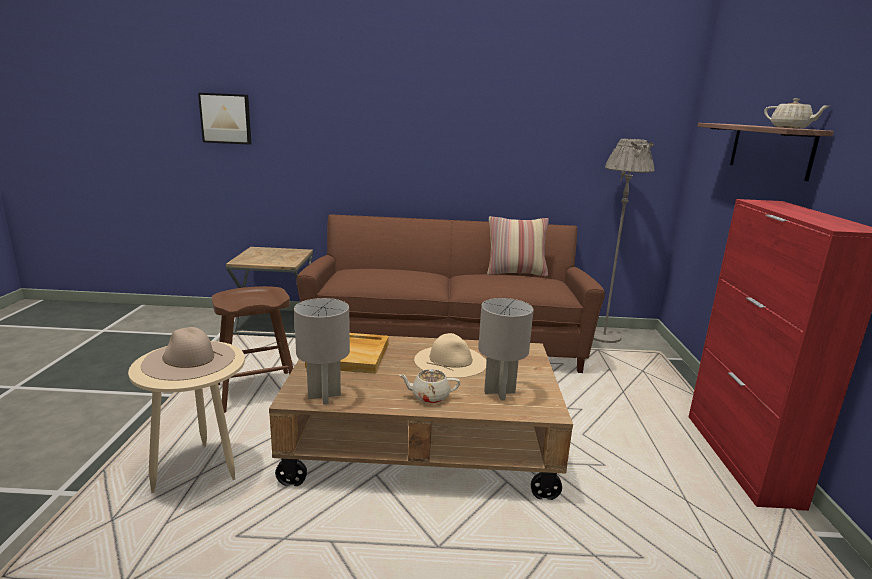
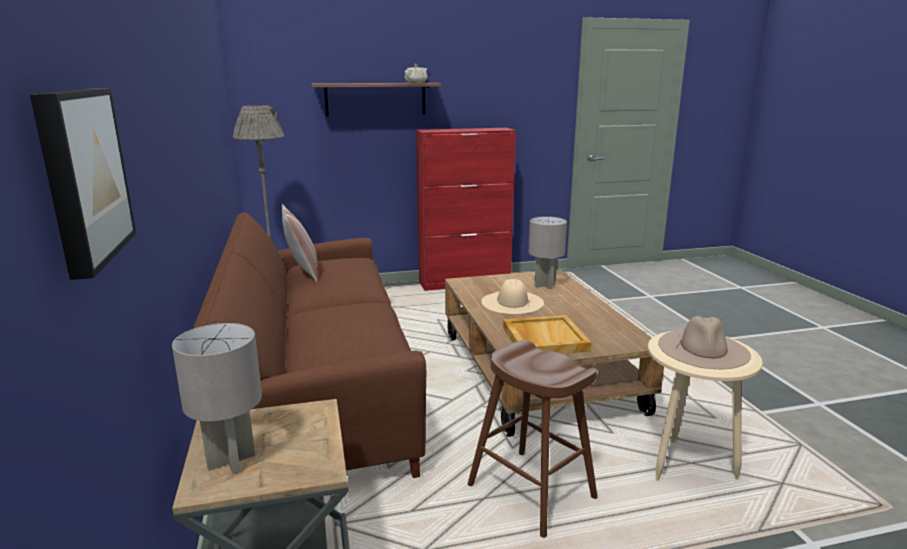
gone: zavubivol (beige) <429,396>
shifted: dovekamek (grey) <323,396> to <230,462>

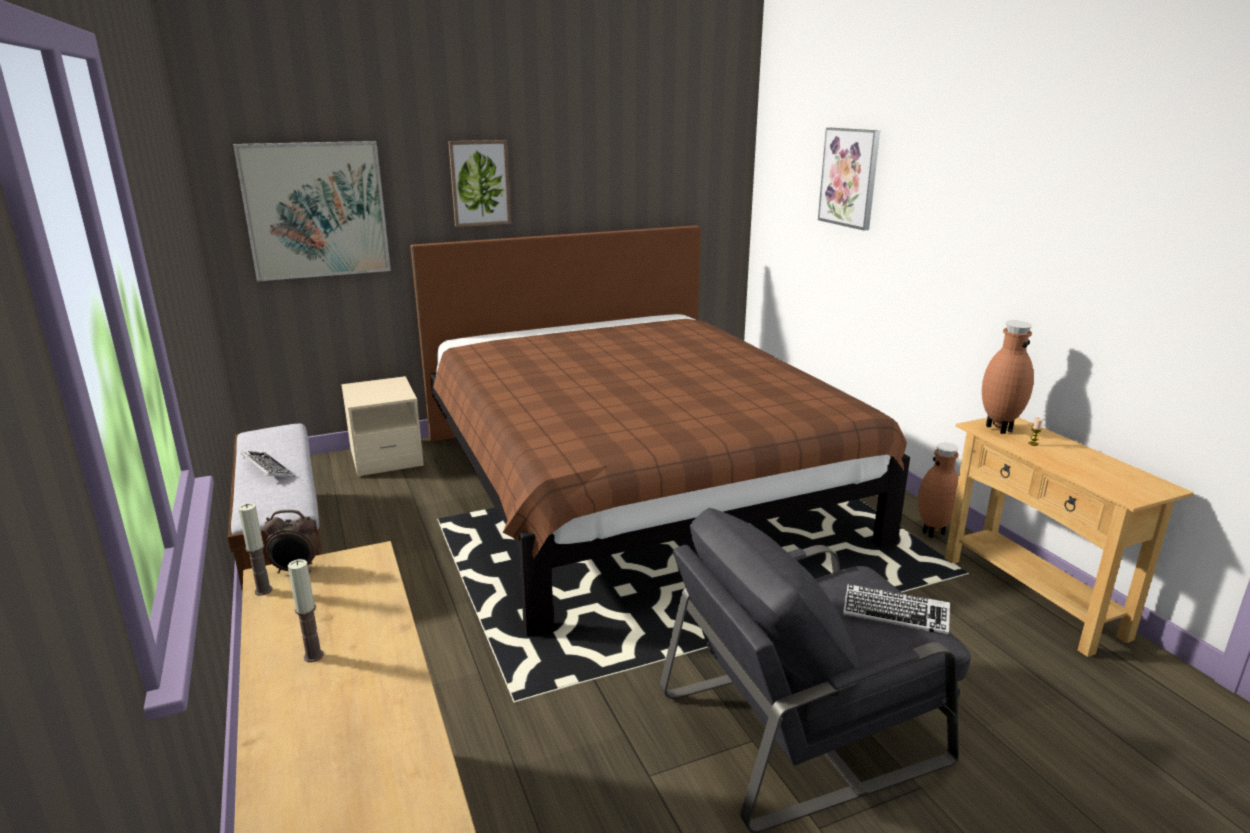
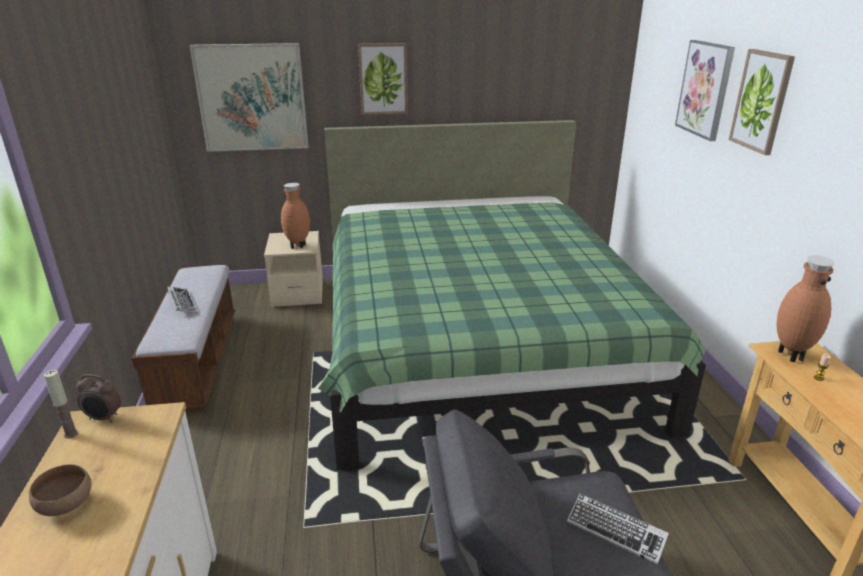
new: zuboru <761,101>
shifted: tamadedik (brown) <934,532> to <298,246>
swapped: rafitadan <313,656> to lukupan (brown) <67,505>
repainted: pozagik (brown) <632,485> to pozagik (green) <475,343>

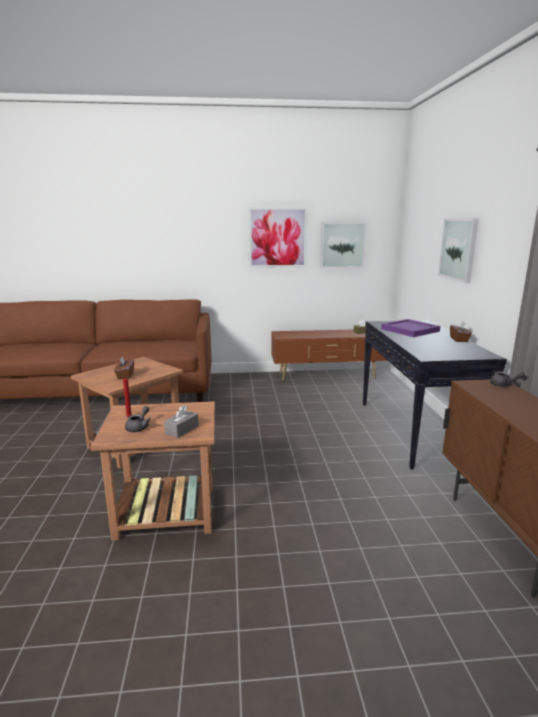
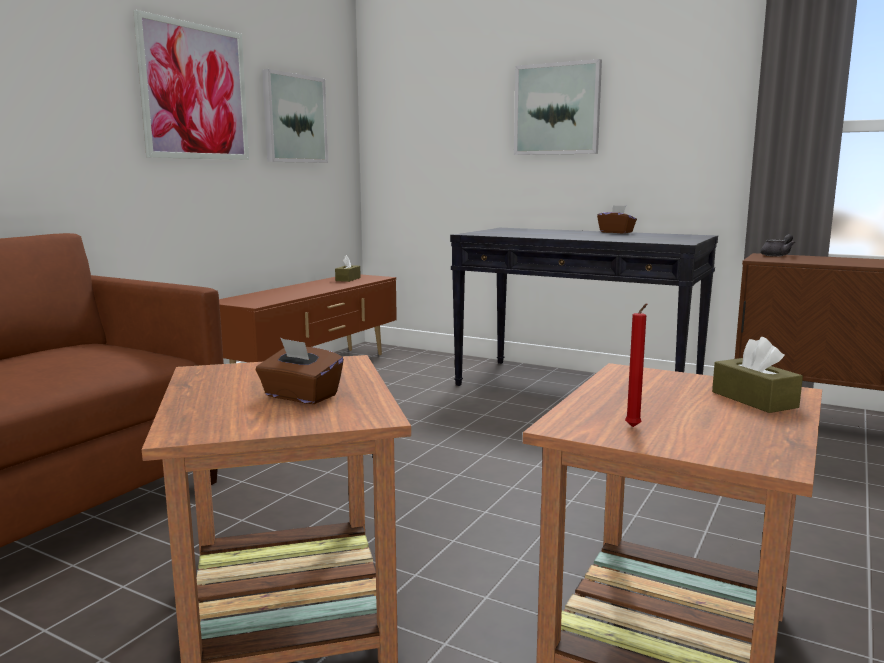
gone: zavubivol (grey) <139,427>; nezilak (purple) <410,330>
repainted: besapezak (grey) <182,430> to besapezak (brown) <754,399>

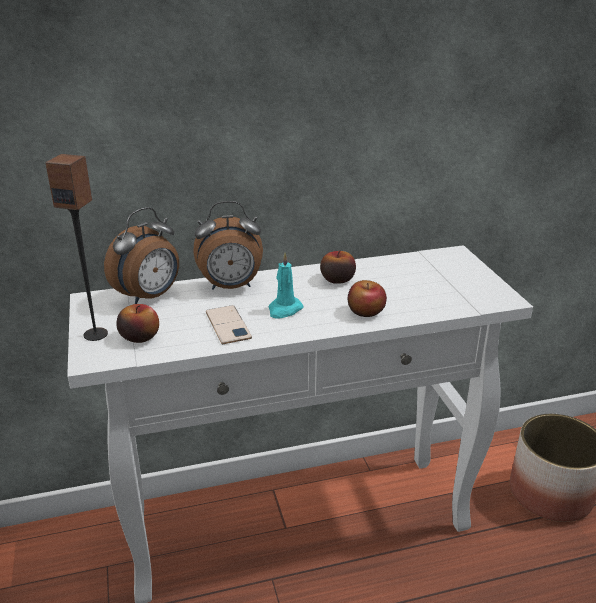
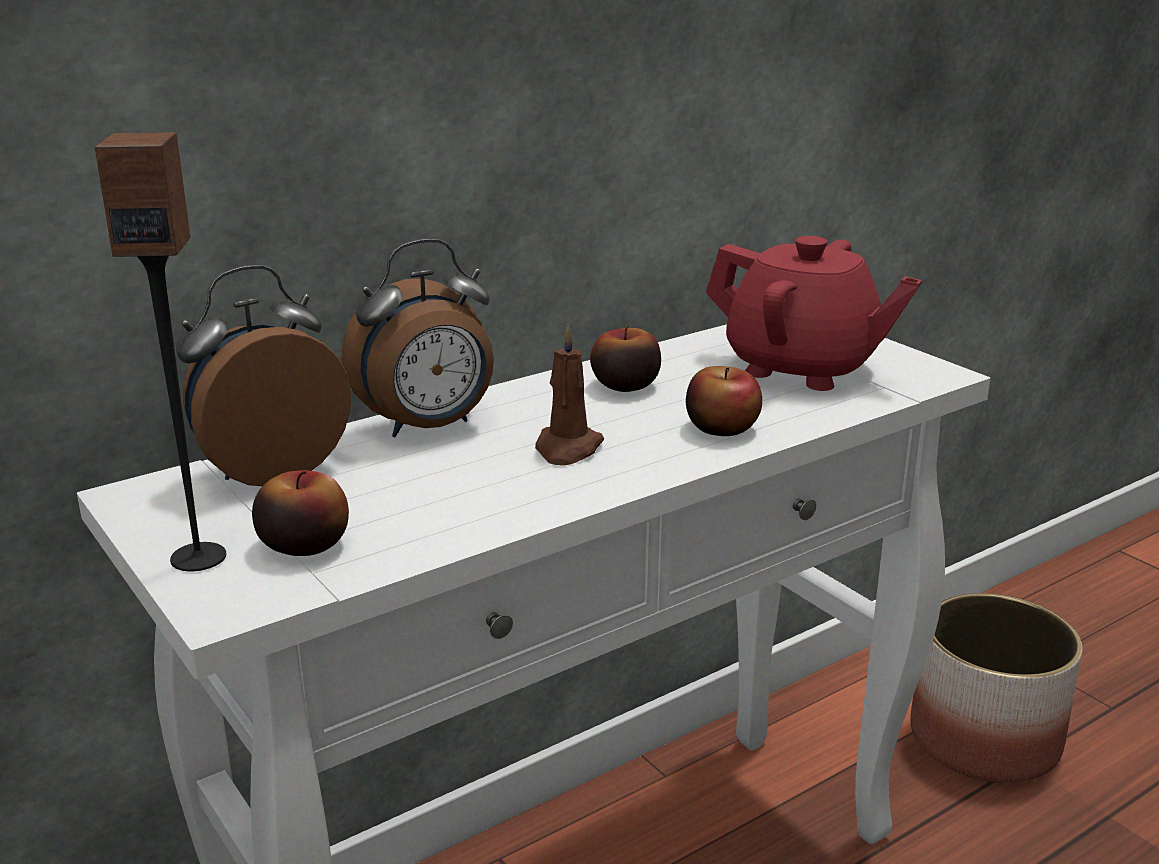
gone: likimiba <228,325>
new: zavubivol (red) <802,368>
repainted: rafitadan (turquoise) <284,310> to rafitadan (brown) <567,449>
rotated: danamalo <149,297> = <268,470> 150 degrees counterclockwise

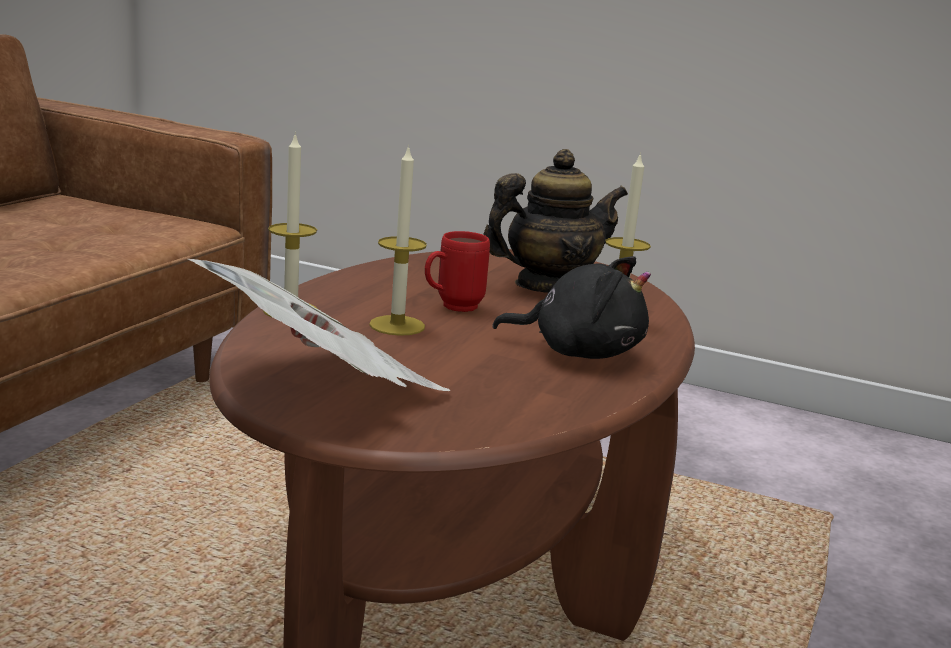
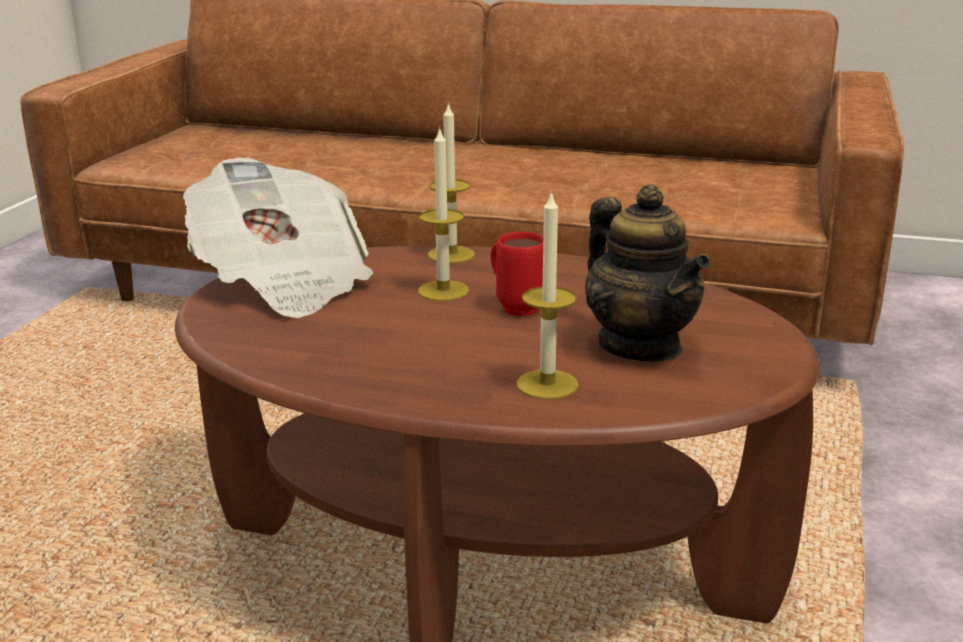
gone: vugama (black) <579,352>

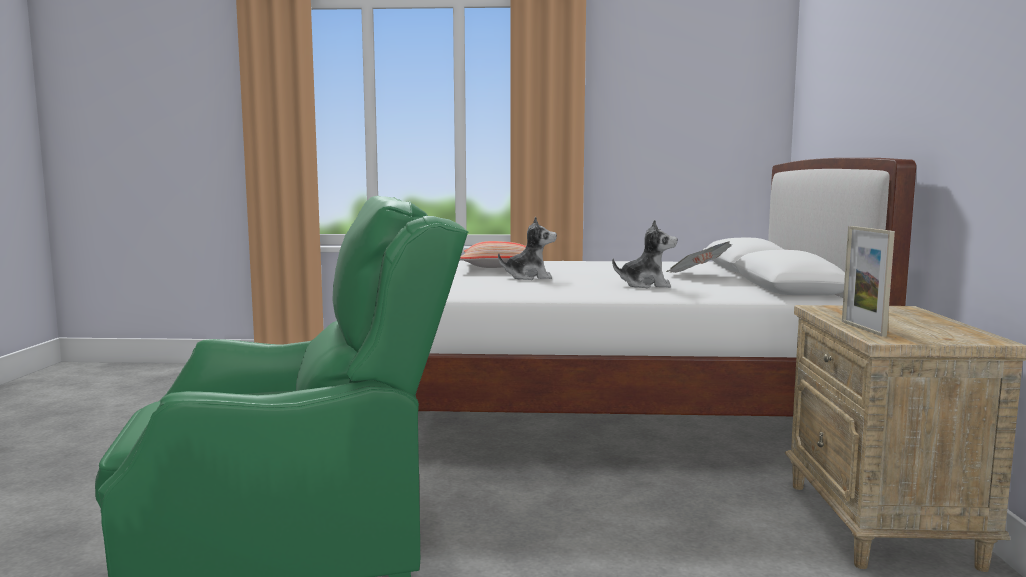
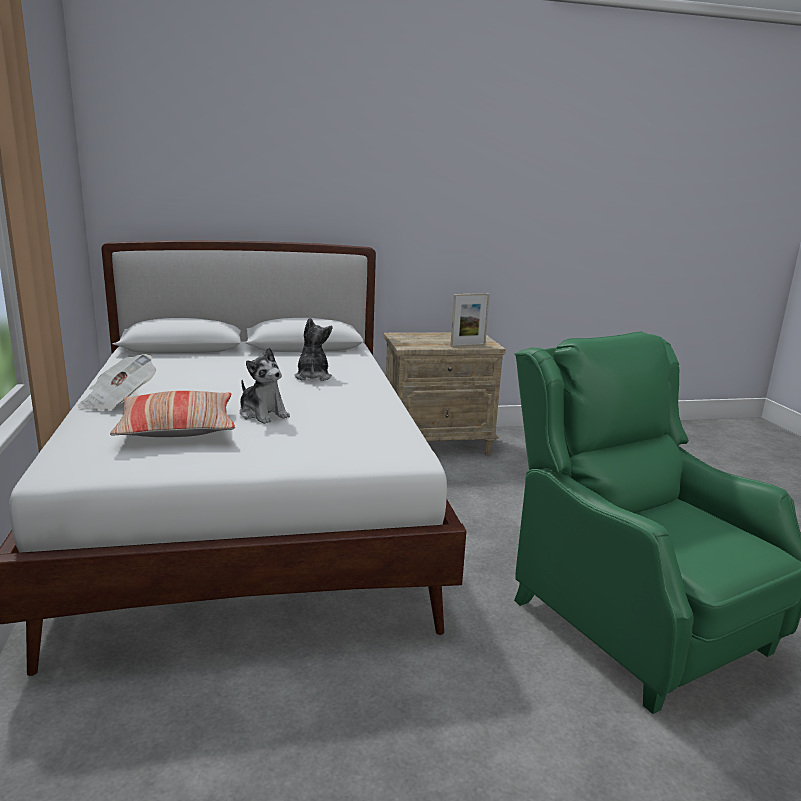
shifted: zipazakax <697,275> to <119,402>
rotated: vugama <529,277> = <263,414> 150 degrees clockwise

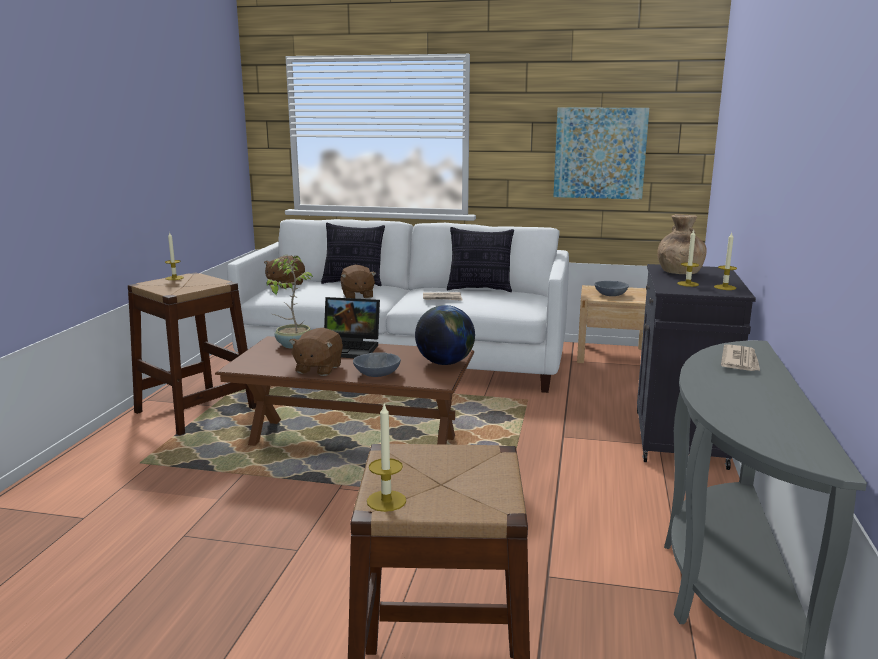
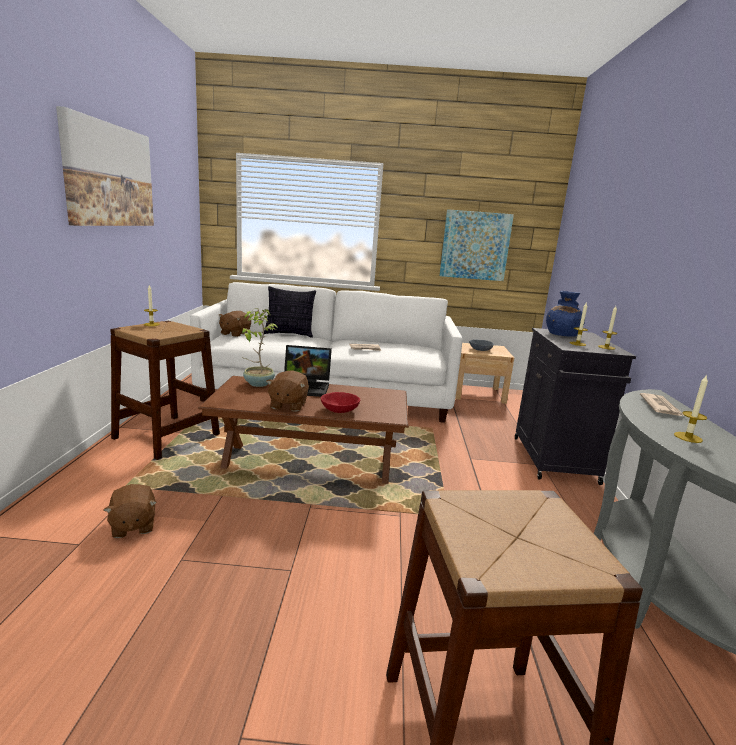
gone: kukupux <445,363>; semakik <480,289>
new: zuboru <109,175>
shifted: vugama (brown) <357,296> to <133,526>; rafitadan <386,501> to <688,437>
repainted: lukupan (grey) <377,374> to lukupan (red) <339,410>; tamadedik (brown) <678,272> to tamadedik (blue) <561,335>

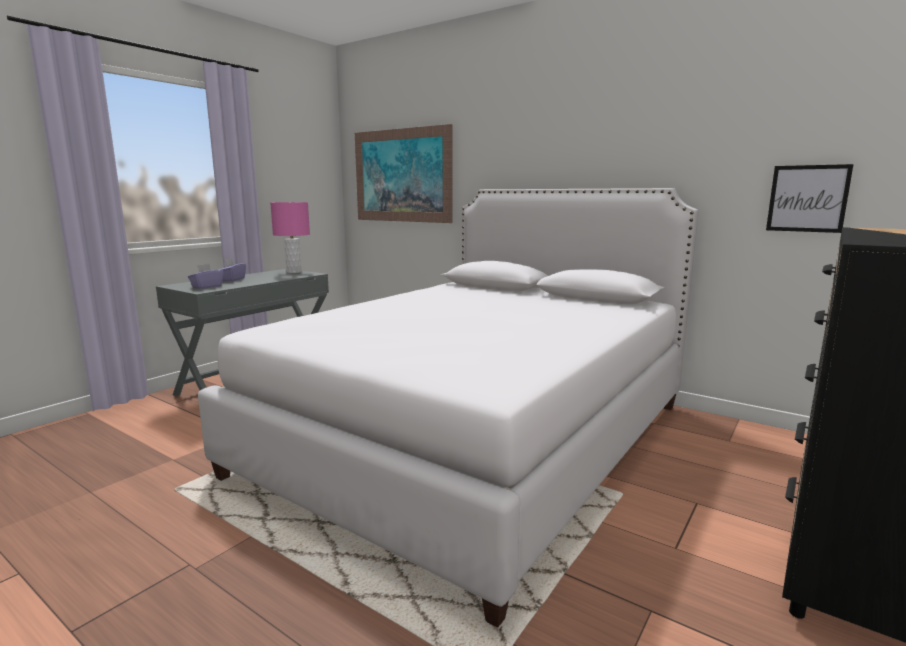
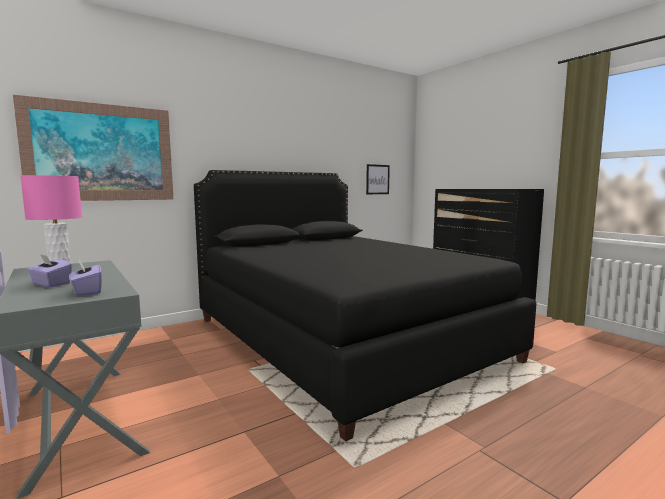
repainted: pozagik (white) <476,438> to pozagik (black) <342,338>

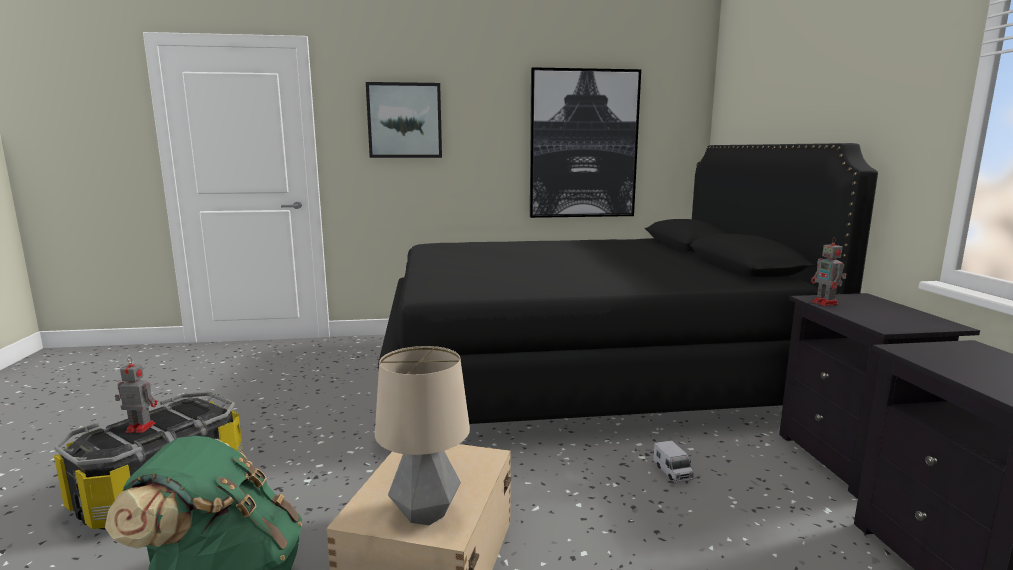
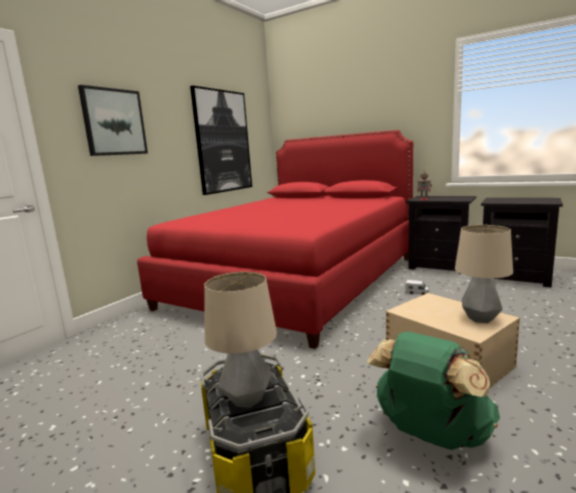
swapped: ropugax <139,427> to dovekamek <247,399>
repainted: pozagik (black) <581,374> to pozagik (red) <296,281>

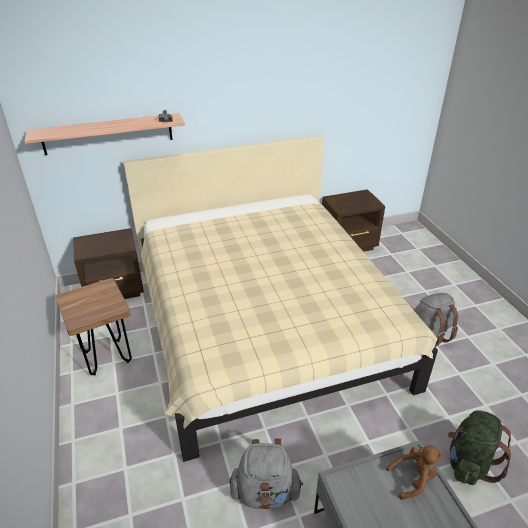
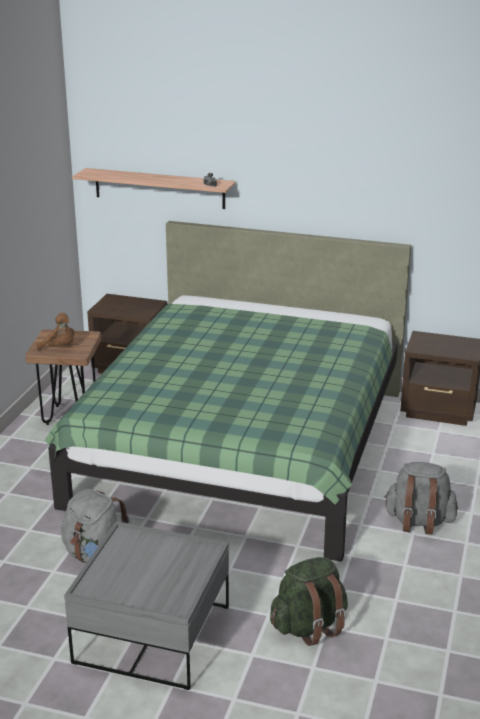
shifted: vugama (brown) <413,478> to <60,347>
repainted: pozagik (beige) <264,326> to pozagik (green) <241,446>

